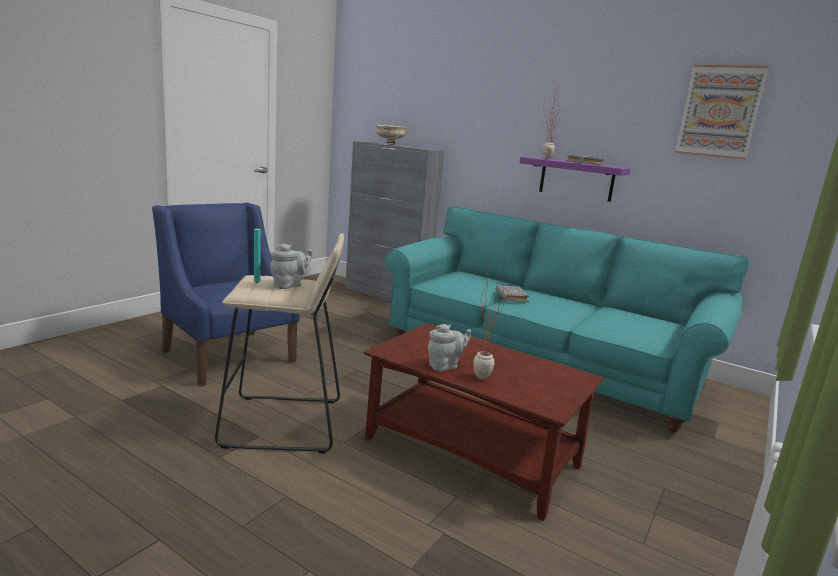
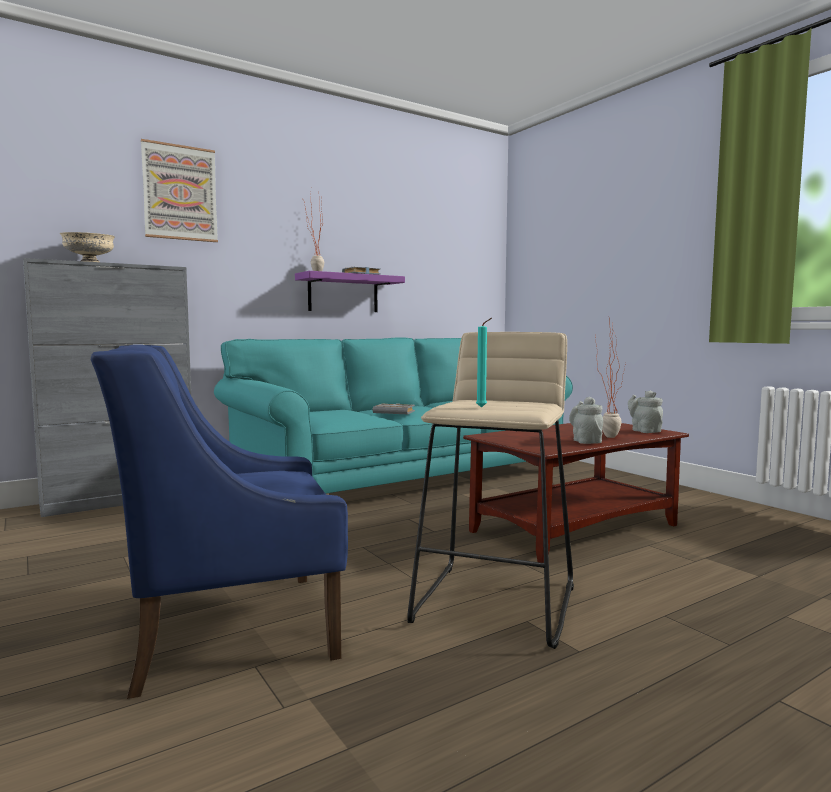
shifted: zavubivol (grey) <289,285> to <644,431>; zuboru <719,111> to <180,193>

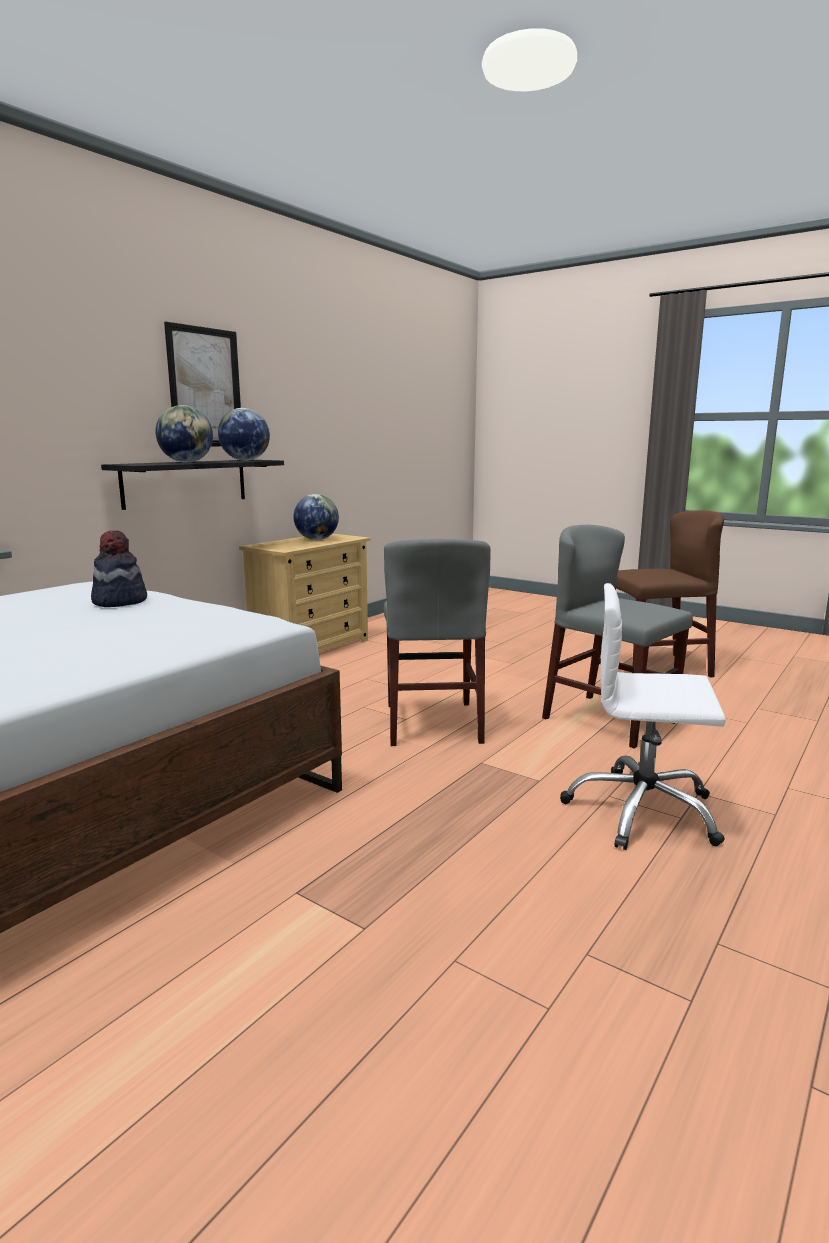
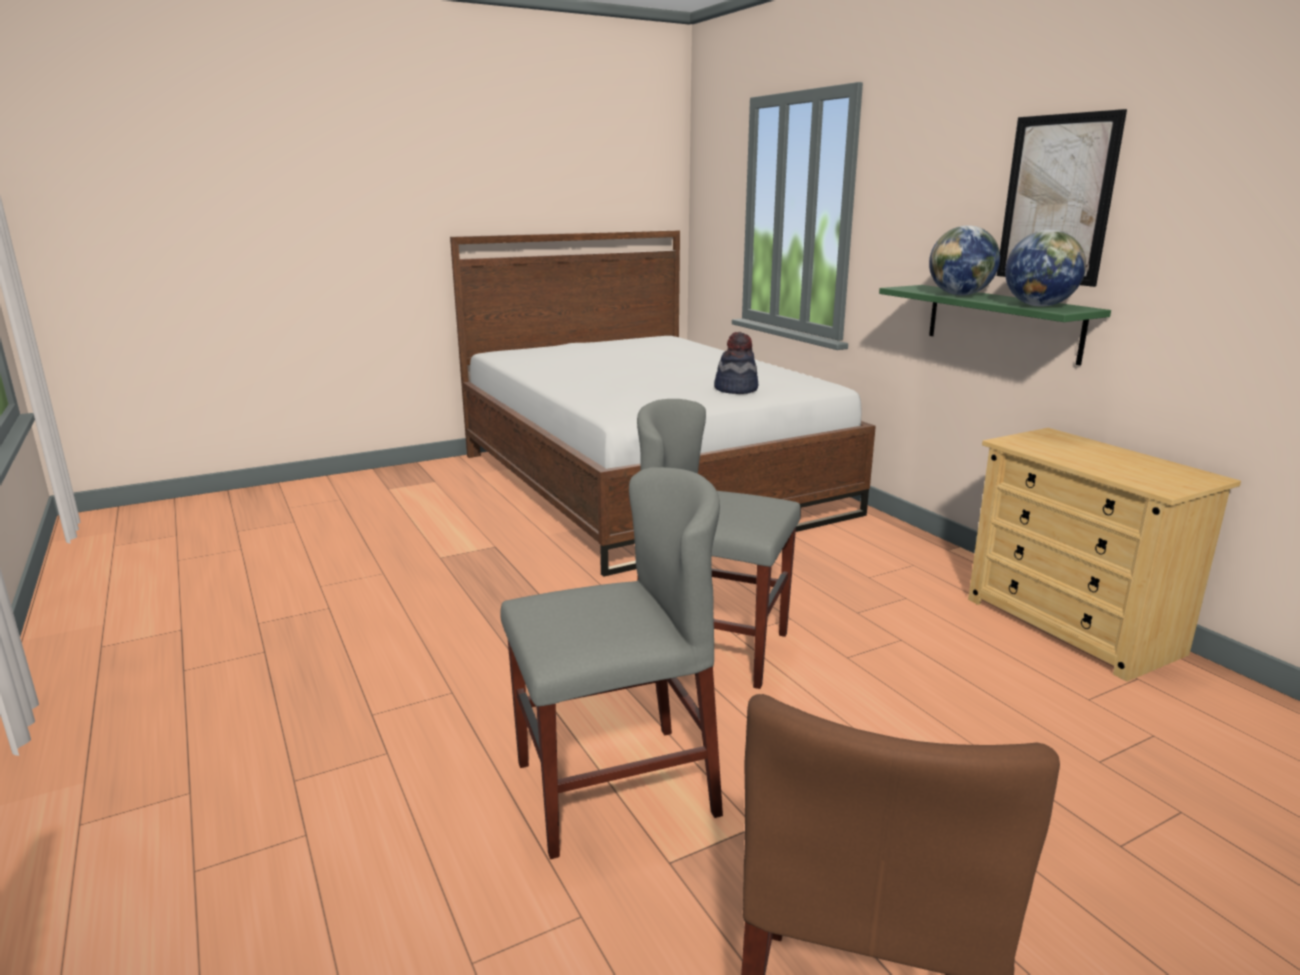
gone: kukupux <317,539>; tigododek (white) <642,811>
repainted: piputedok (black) <186,483> to piputedok (green) <1002,322>

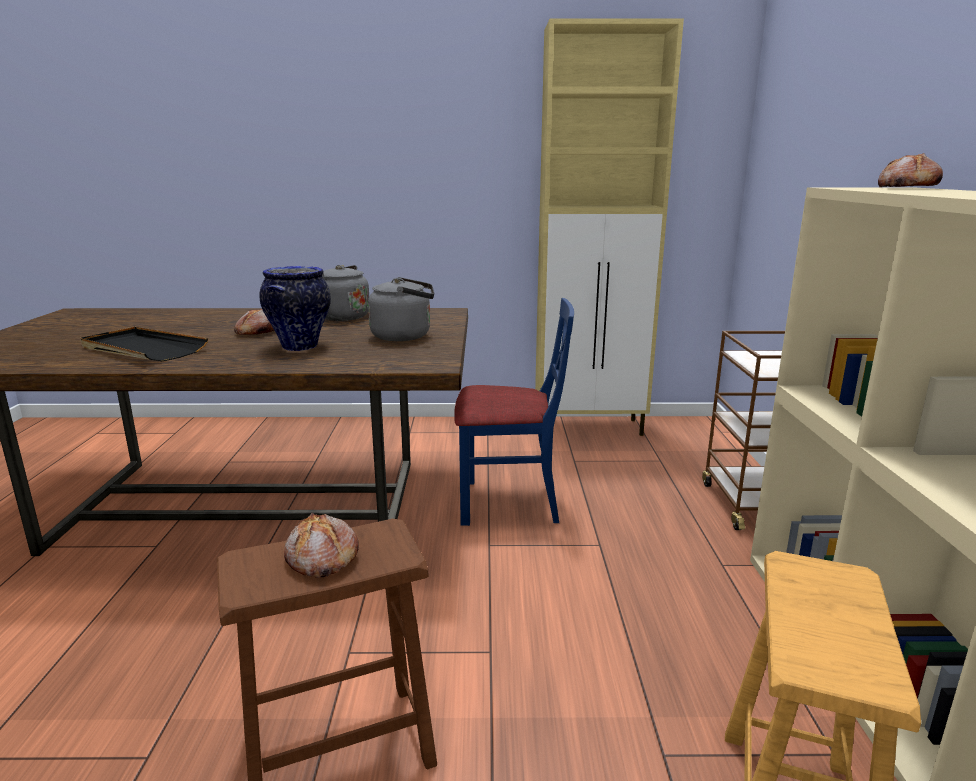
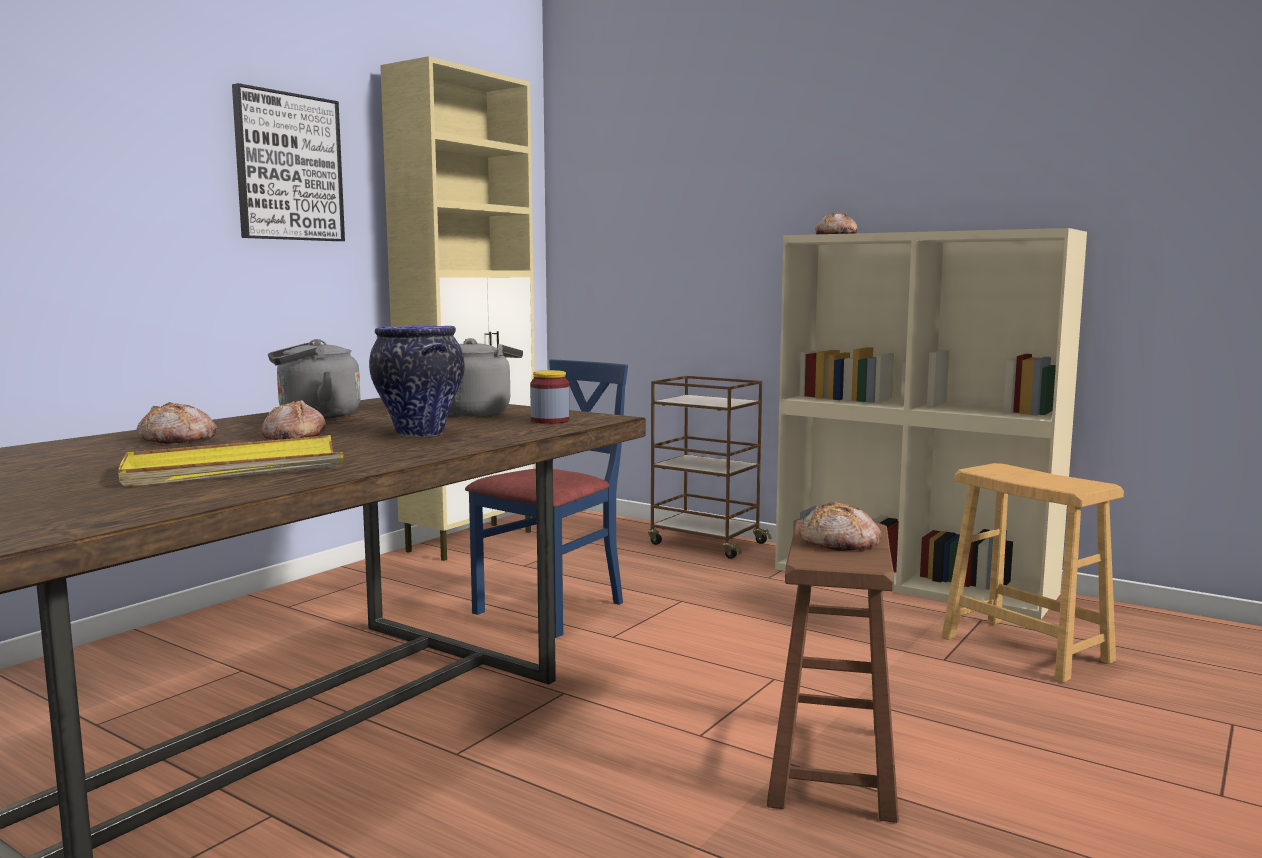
new: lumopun <178,439>; zuboru <288,167>; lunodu <550,420>
repainted: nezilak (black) <143,349> to nezilak (yellow) <234,469>

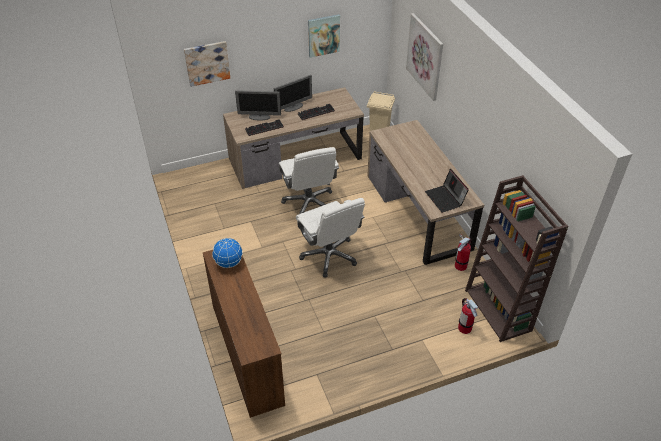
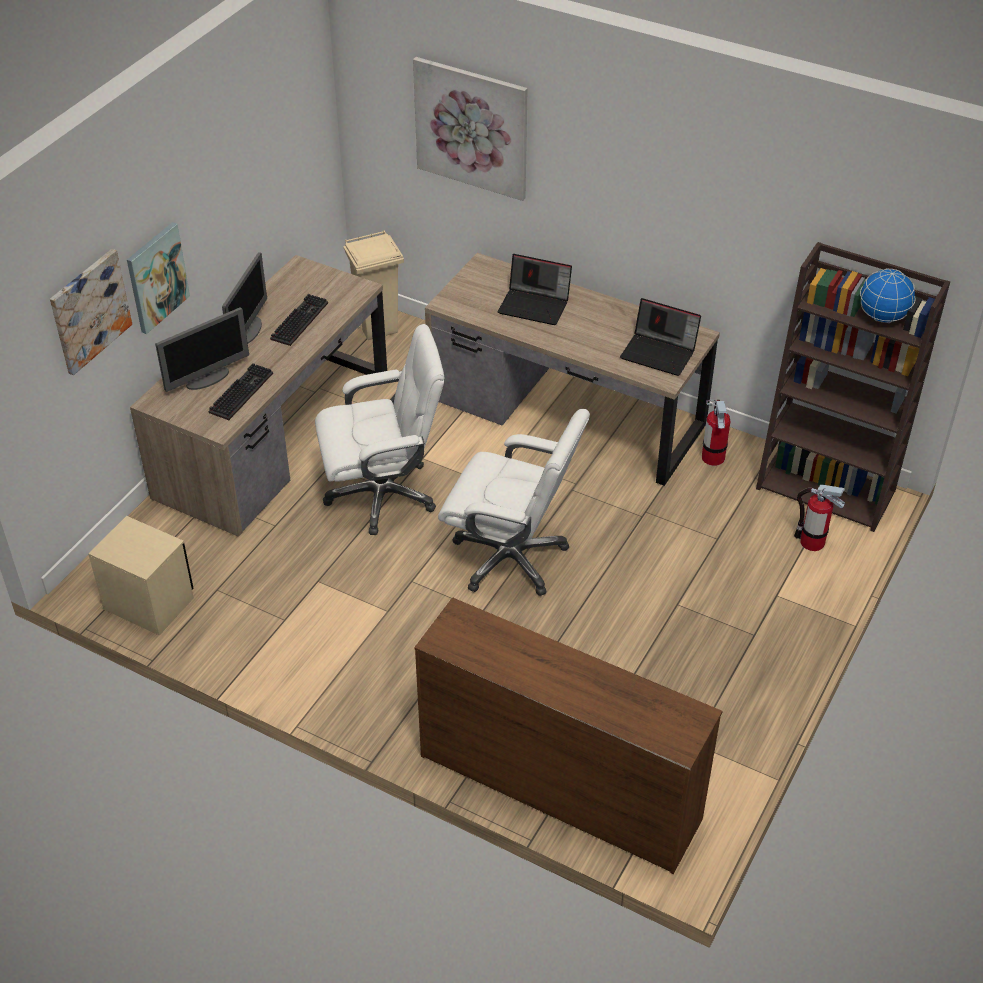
new: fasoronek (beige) <149,603>; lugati <535,305>
shifted: kukupux <228,263> to <882,317>; zuboru <323,35> to <156,277>
rotated: tigododek (white) <309,203> = <383,494> 45 degrees counterclockwise

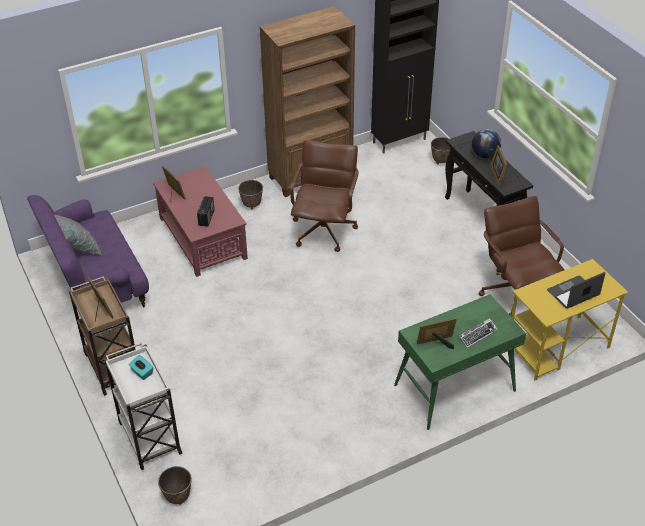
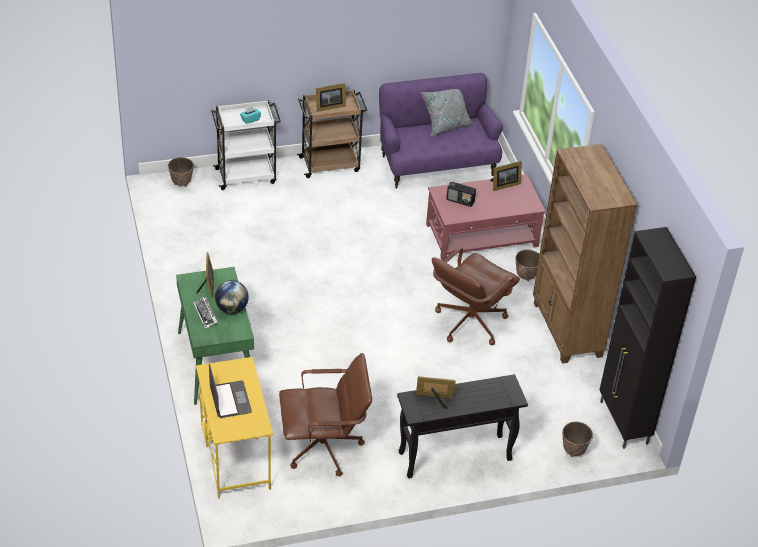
shifted: kukupux <484,155> to <232,308>
rotated: tigododek (brown) <324,230> = <469,322> 105 degrees clockwise

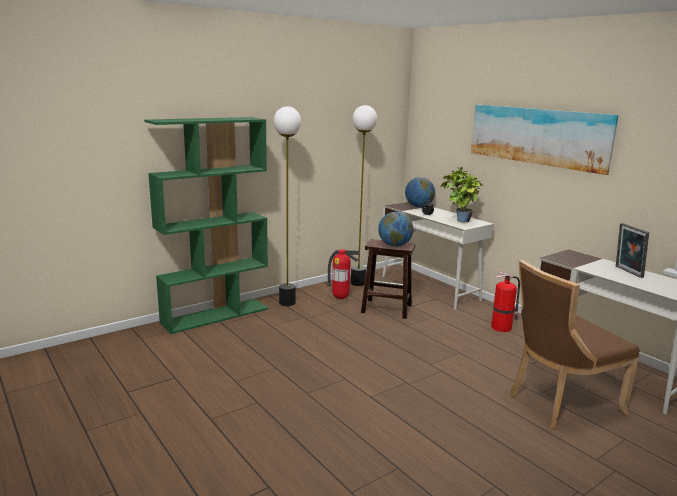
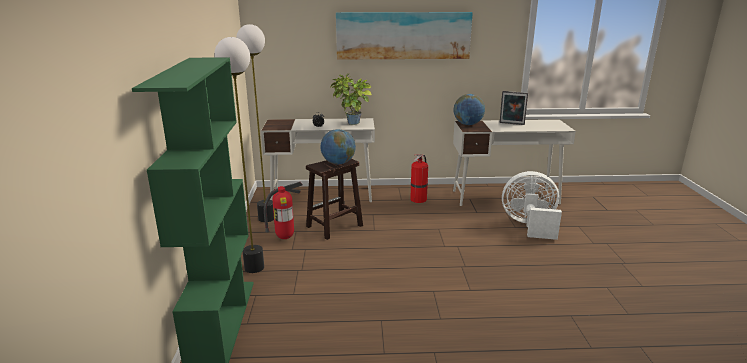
shifted: kukupux <418,207> to <468,124>
swapped: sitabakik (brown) <560,403> to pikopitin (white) <529,225>

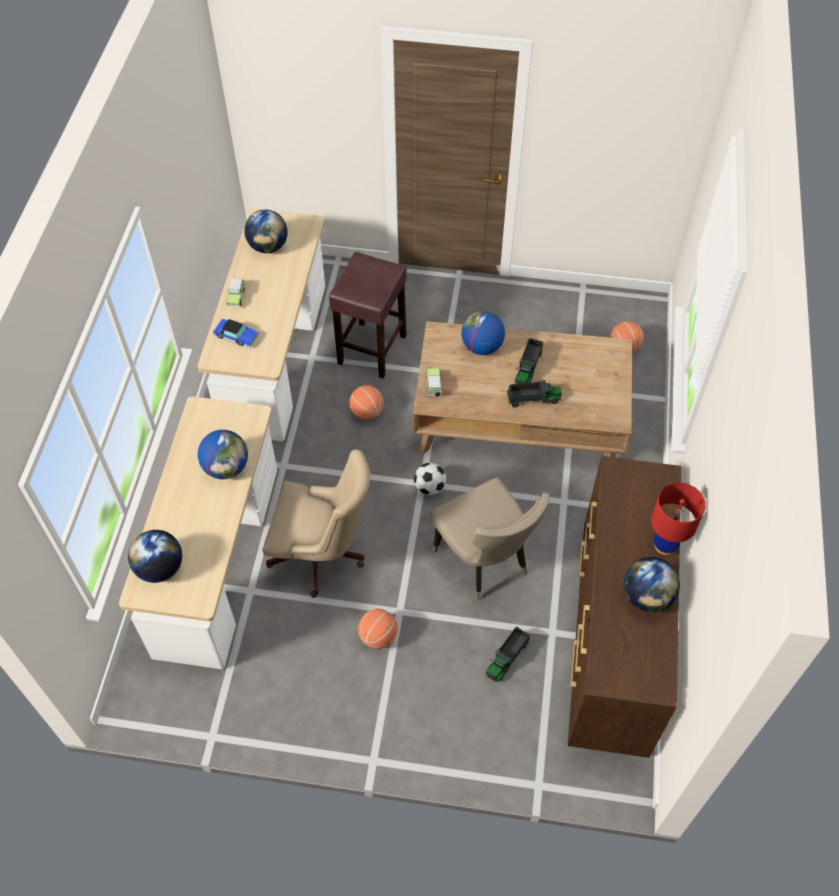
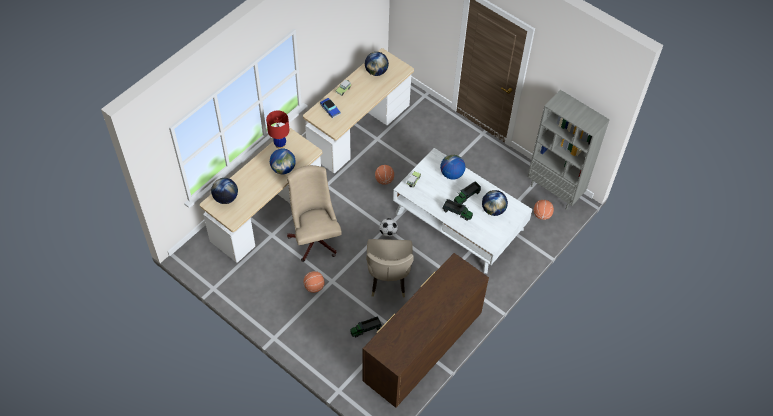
gone: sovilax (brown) <371,350>
new: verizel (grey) <555,191>
shifted: kukupux <646,596> to <493,210>; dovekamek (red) <665,546> to <280,144>
repainted: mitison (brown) <519,416> to mitison (white) <459,221>
rotated: tigododek (beige) <322,555> = <315,237> 150 degrees counterclockwise

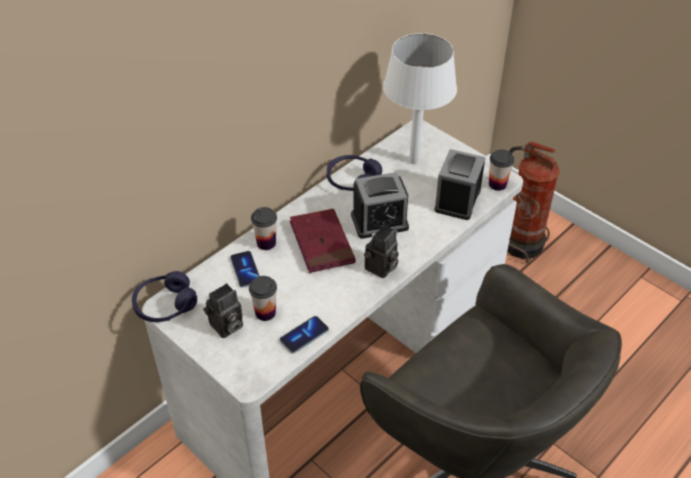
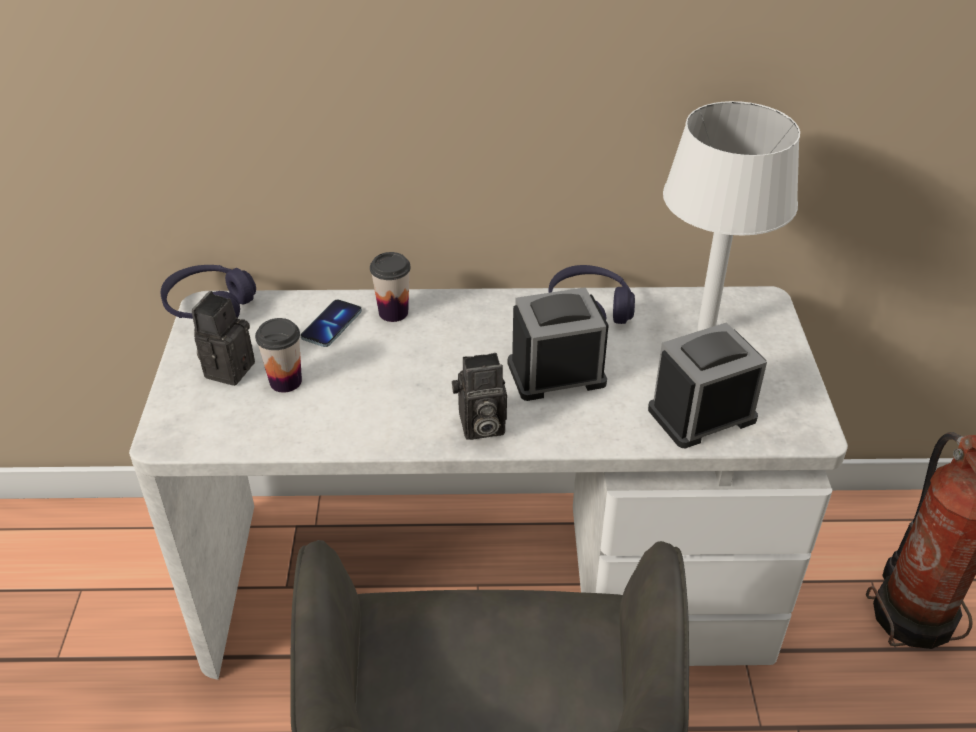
gone: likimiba <304,335>; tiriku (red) <322,243>; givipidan <497,184>
rotated: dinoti <226,327> = <228,367> 105 degrees clockwise; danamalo <379,221> = <556,373> 135 degrees clockwise

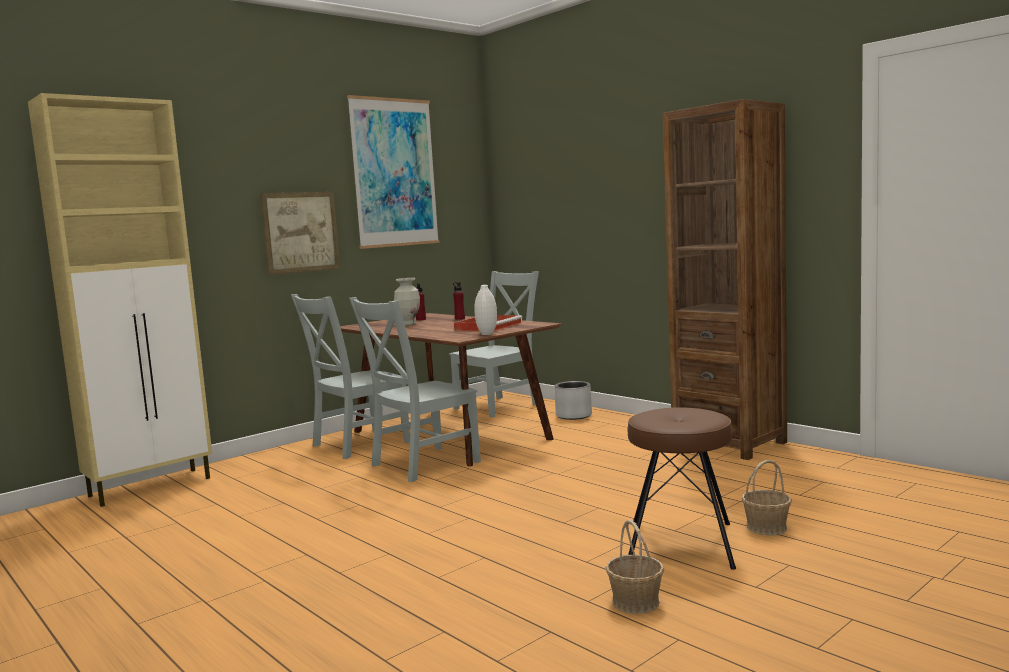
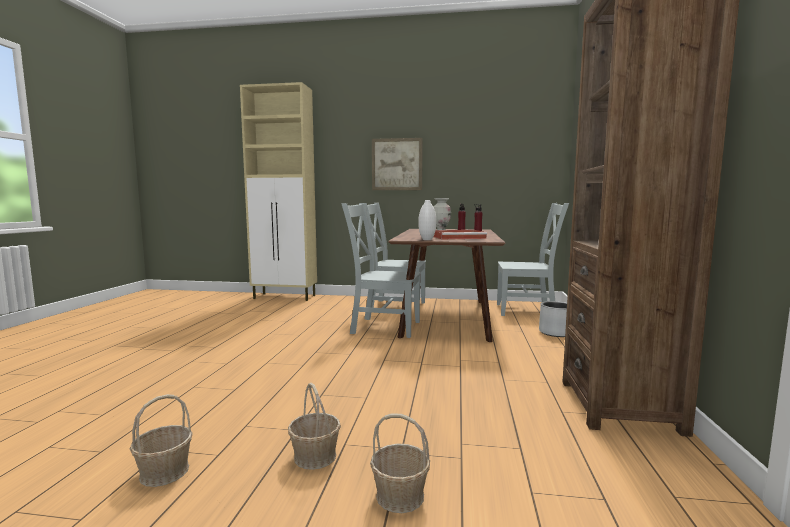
gone: zuboru <394,173>
swapped: sovilax (brown) <682,543> to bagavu <315,457>

